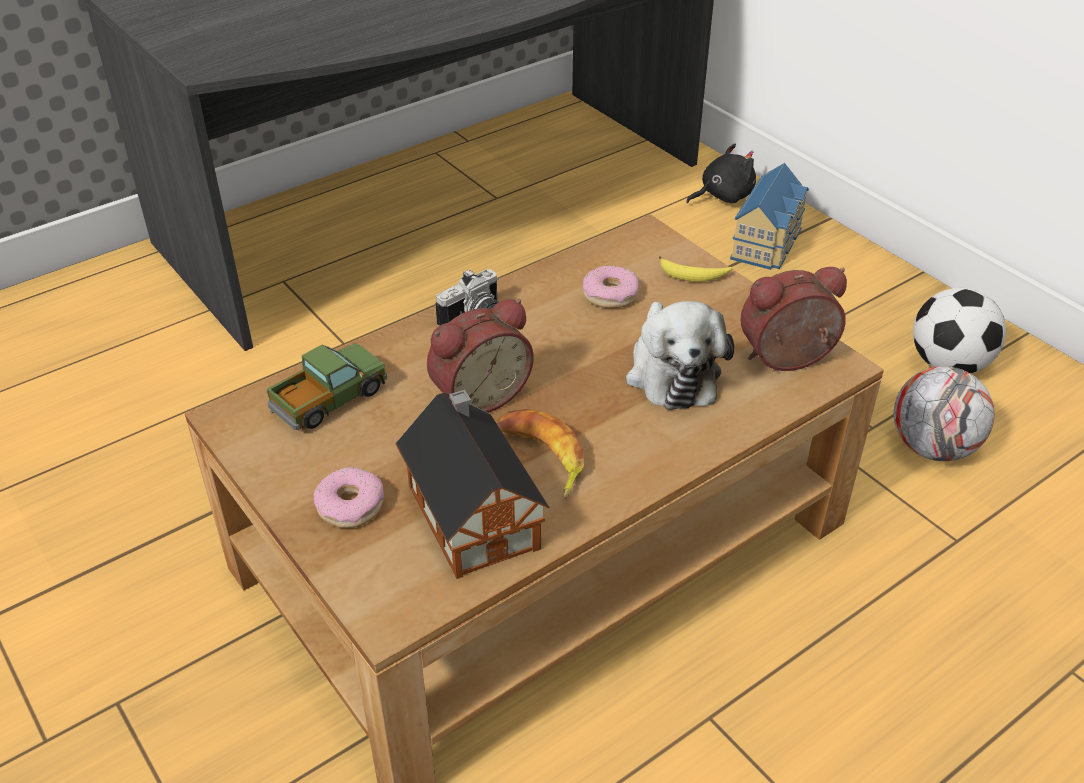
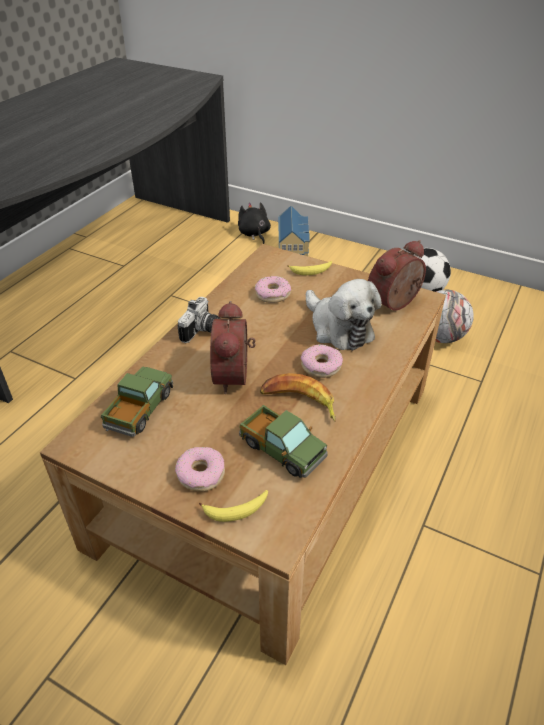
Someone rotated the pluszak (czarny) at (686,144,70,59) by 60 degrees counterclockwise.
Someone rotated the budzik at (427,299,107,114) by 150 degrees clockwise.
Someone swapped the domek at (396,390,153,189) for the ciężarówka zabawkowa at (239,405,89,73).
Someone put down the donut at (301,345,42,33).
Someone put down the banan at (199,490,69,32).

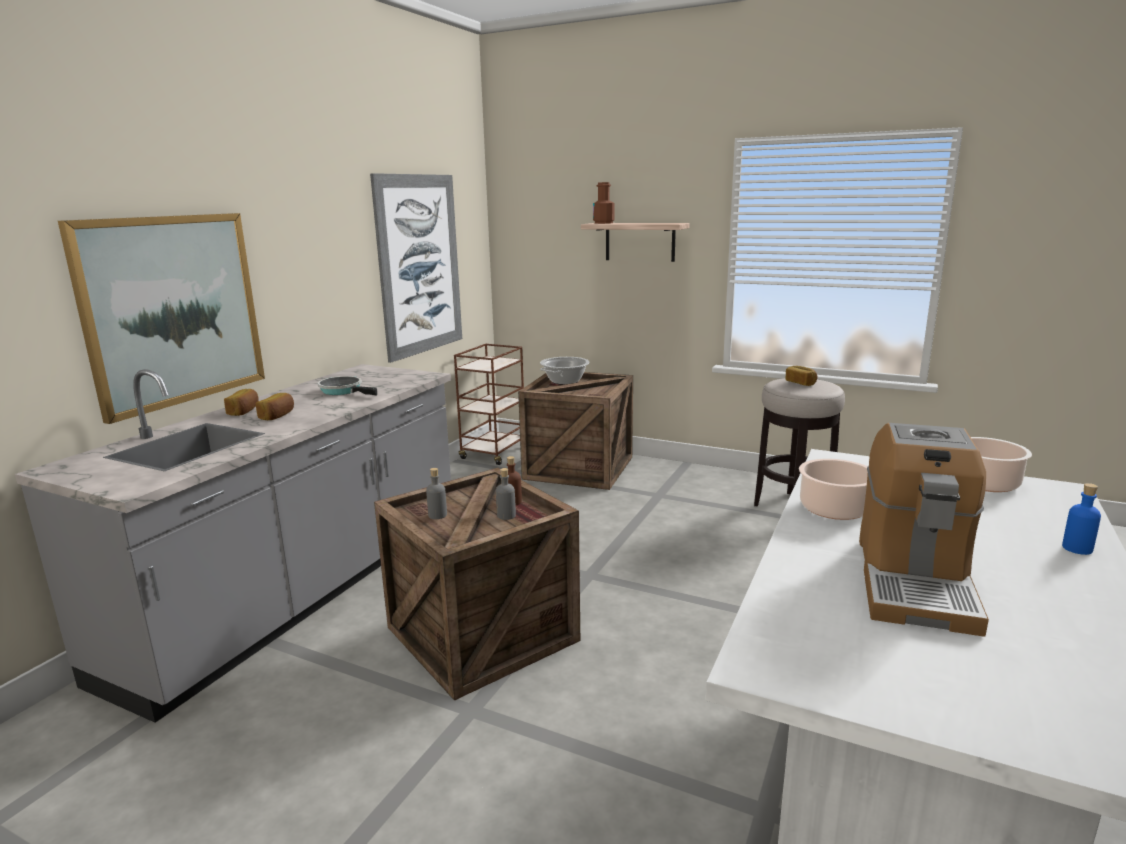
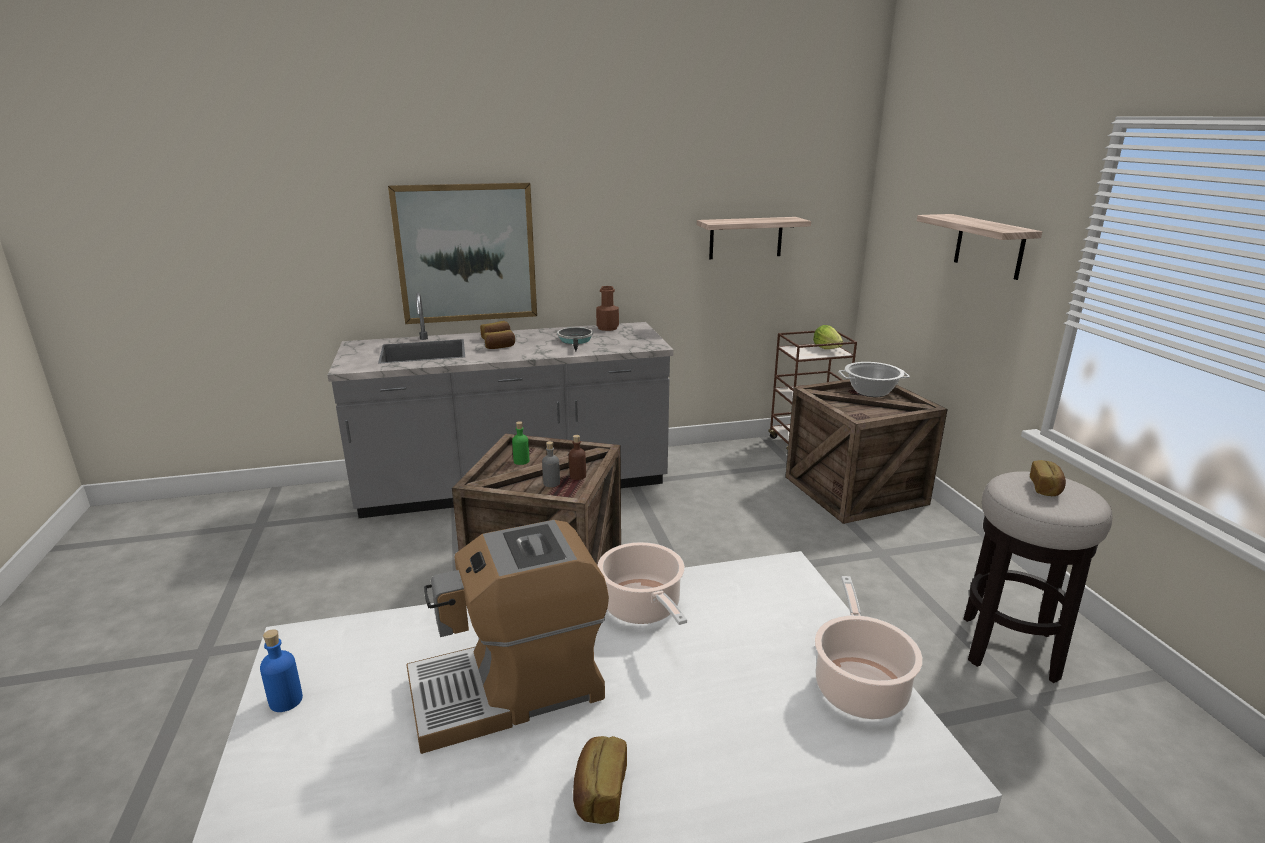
Someone swapped the obraz at (370,173,92,190) for the półka at (697,217,114,42).
Someone carried the butelka (brązowy) from (593,182,22,42) to (596,286,23,45).
Someone repainted the butelka (szary) at (426,468,21,51), which became the butelka (zielony) at (512,421,17,44).
Someone carried the butelka (niebieski) from (1062,483,39,72) to (260,629,43,83).
Someone put down the sałata at (813,325,30,24).
Someone put down the chleb at (573,736,54,88).

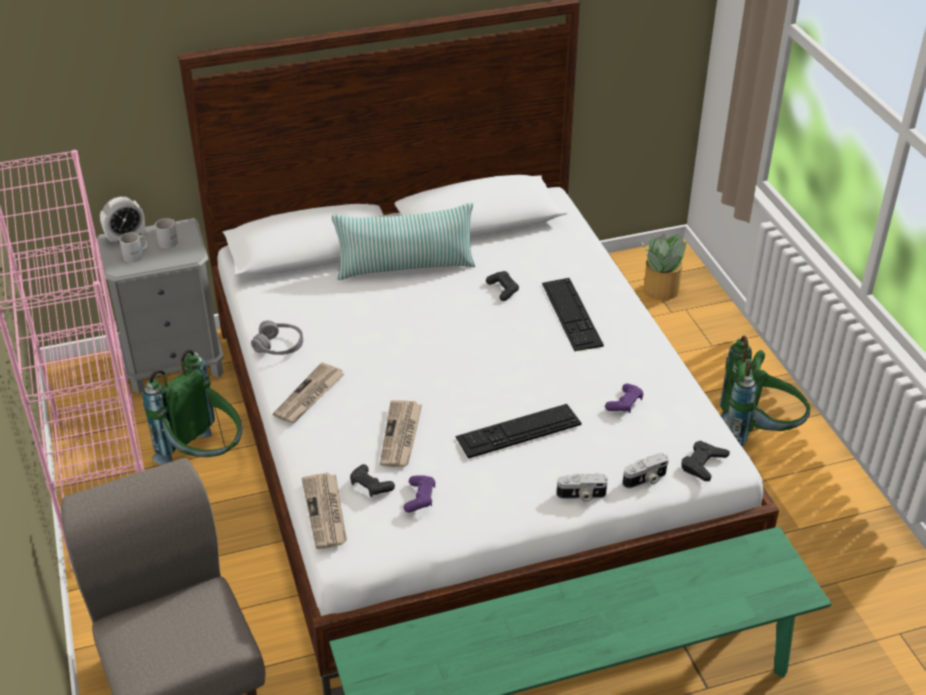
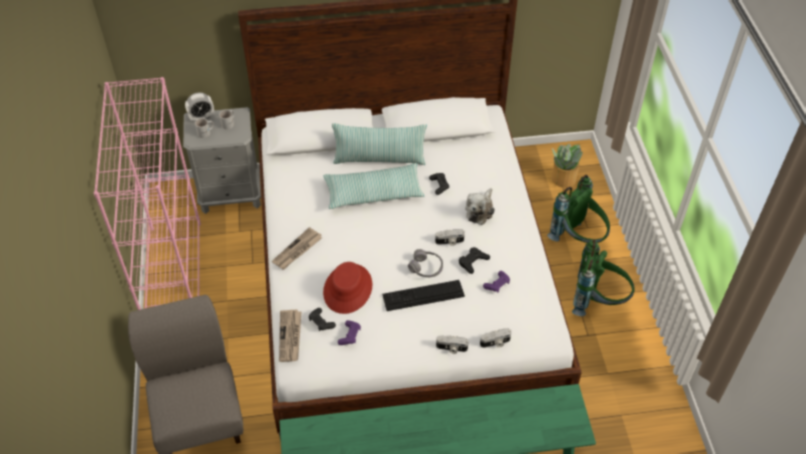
Someone swapped the klawiatura at (542,278,62,73) for the pluszak at (465,188,30,37).
Someone carried the słuchawki (szary) from (251,320,52,35) to (408,249,35,28).
Someone carried the plecak (zielony) from (142,349,100,116) to (547,175,63,68).
Someone swapped the gazeta at (380,400,42,67) for the kapelusz (czerwony) at (323,262,49,52).
Someone carried the pad do gier (czarny) from (681,441,49,40) to (459,247,31,27).
Someone put down the poduszka at (323,163,101,46).
Someone put down the aparat fotograficzny at (435,229,30,17).

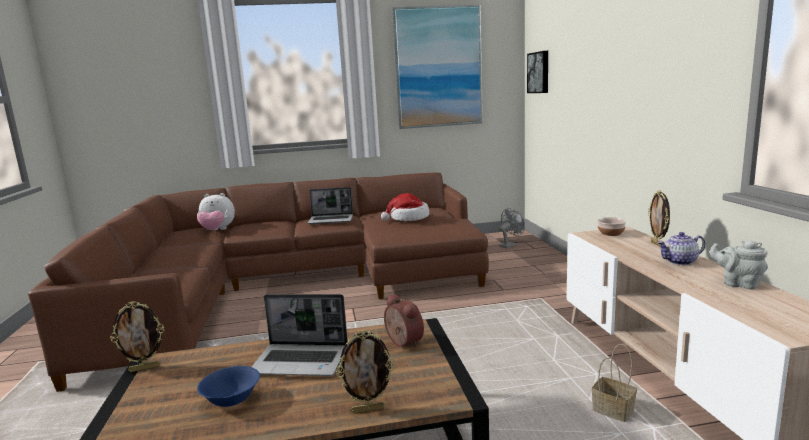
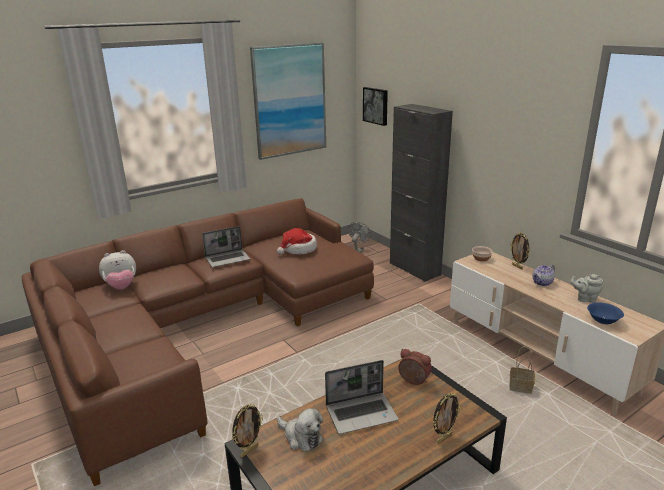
Someone carried the miska (niebieski) from (197,366,63,41) to (587,303,37,22).
Someone put down the szafka (czarny) at (390,104,63,178).
Someone put down the pluszak at (277,408,46,43).

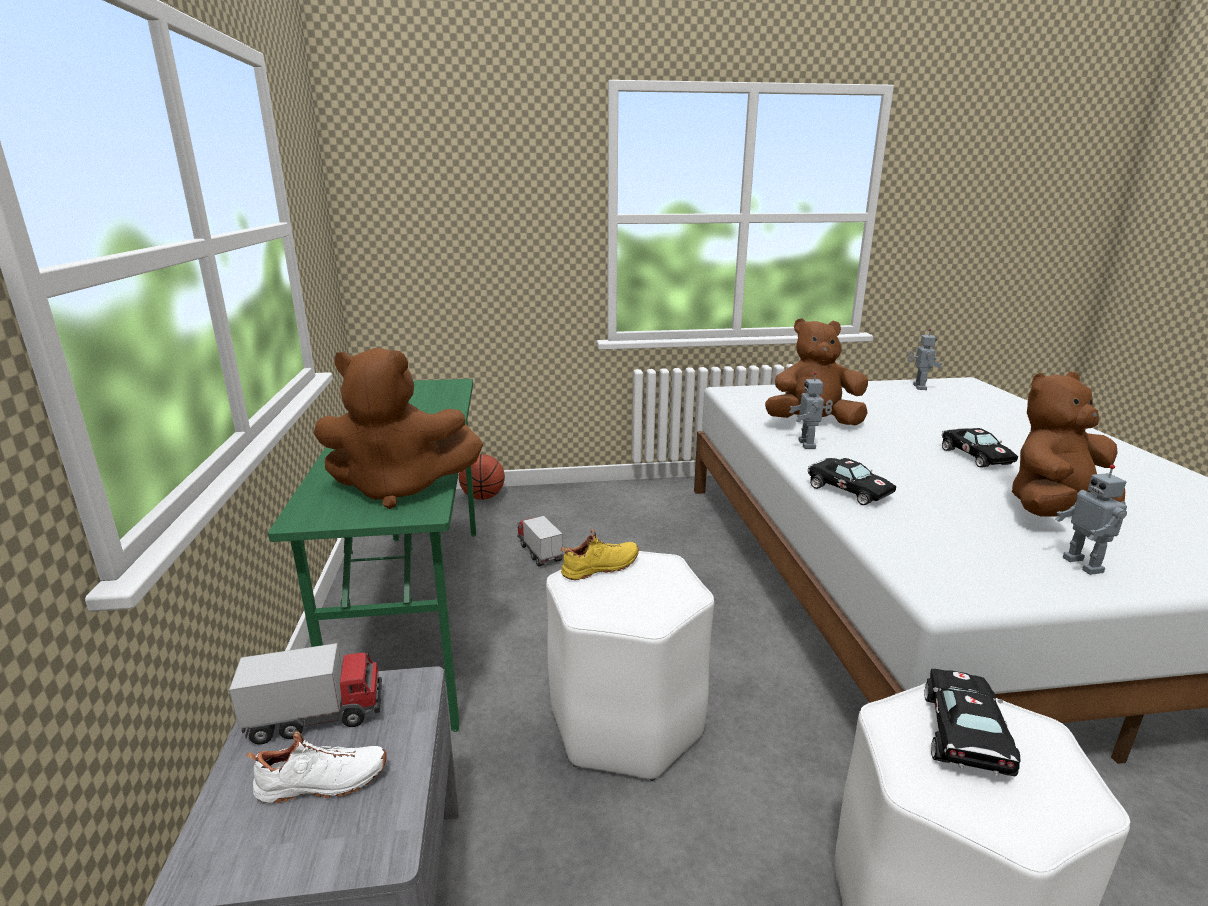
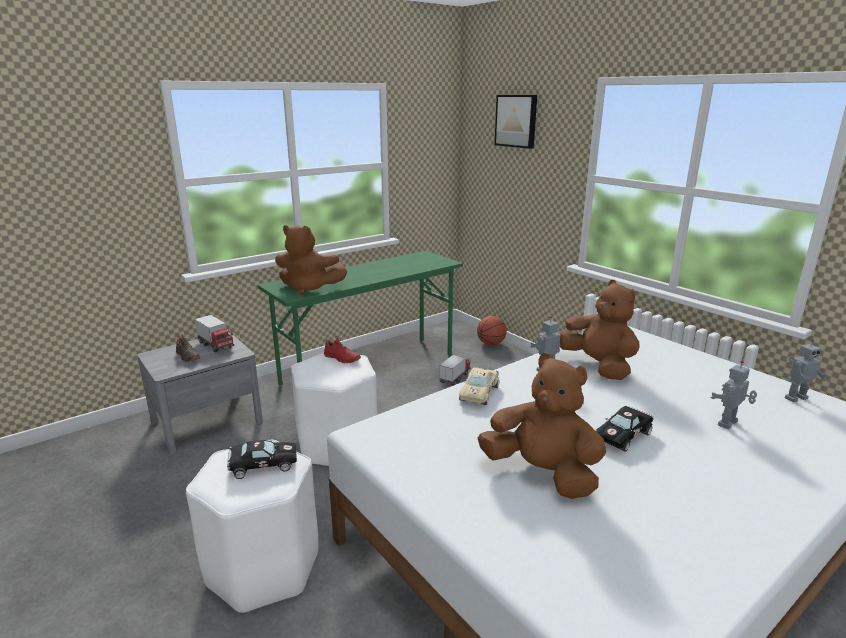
Someone rotated the pluszak (brązowy) at (314,348,169,161) by 45 degrees counterclockwise.
Someone repainted the samochodzik (czarny) at (808,458,88,47), which became the samochodzik (beżowy) at (459,367,40,38).
Someone carried the robot zabawkowy from (1055,465,72,110) to (711,360,46,69).
Someone repainted the but (żółty) at (561,529,78,51), which became the but (czerwony) at (324,336,37,28).
Someone repainted the but (biały) at (246,731,141,73), which became the but (czarny) at (176,334,24,28).
Someone put up the obraz at (494,95,43,54).

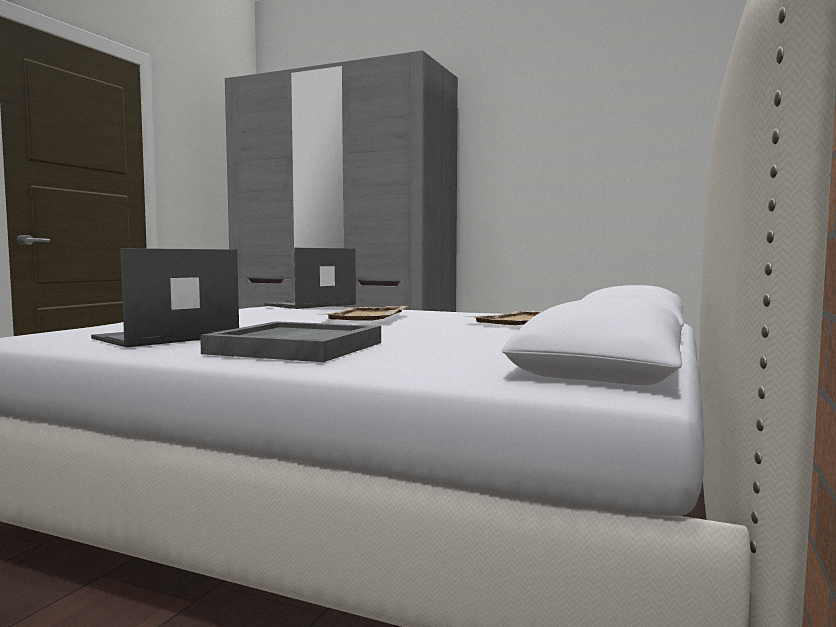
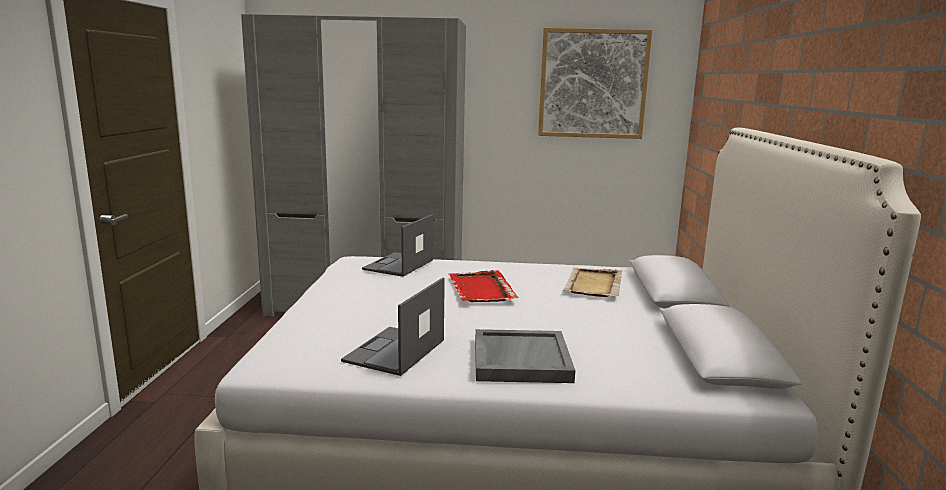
Someone repainted the taca (beżowy) at (317,305,90,16), which became the taca (czerwony) at (449,270,70,32).
Someone put up the obraz at (538,28,114,111).

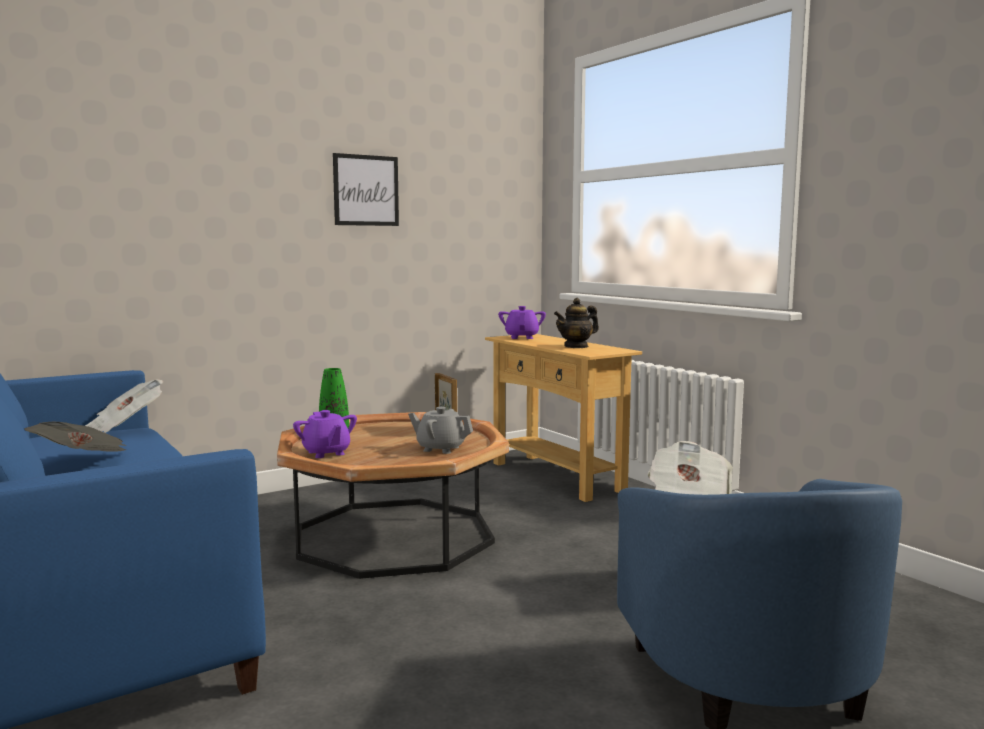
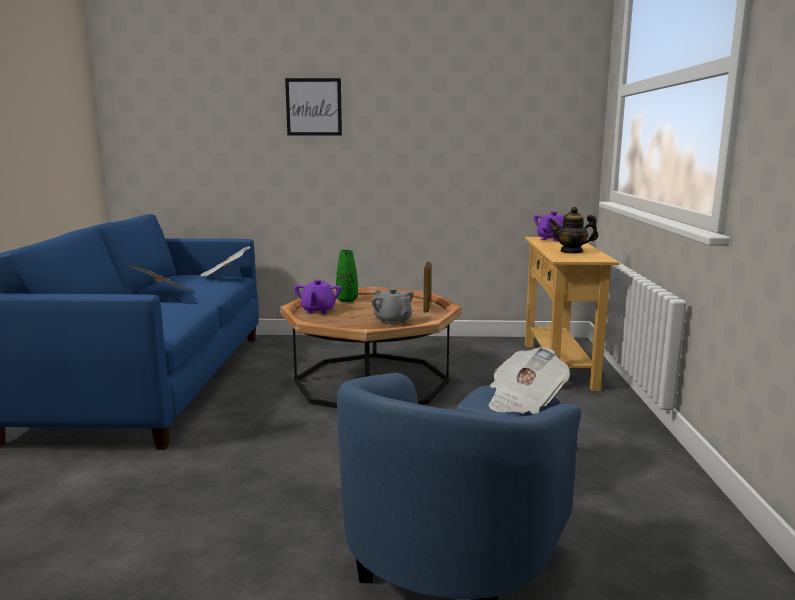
Someone carried the obraz from (333,153,66,73) to (285,78,57,58).

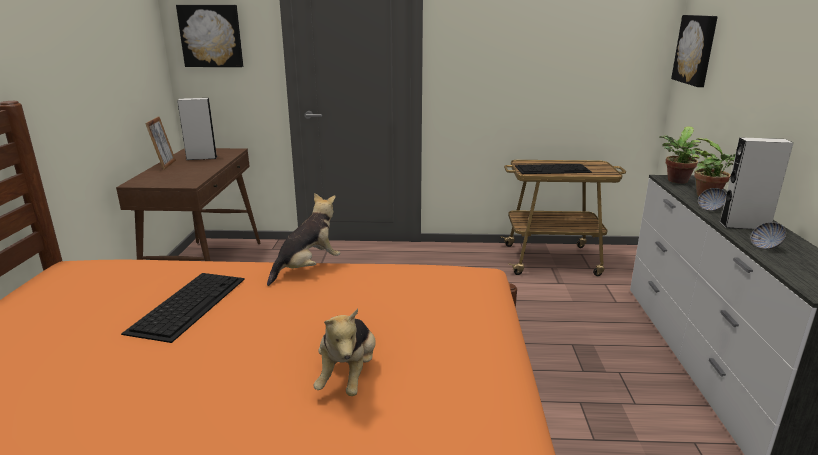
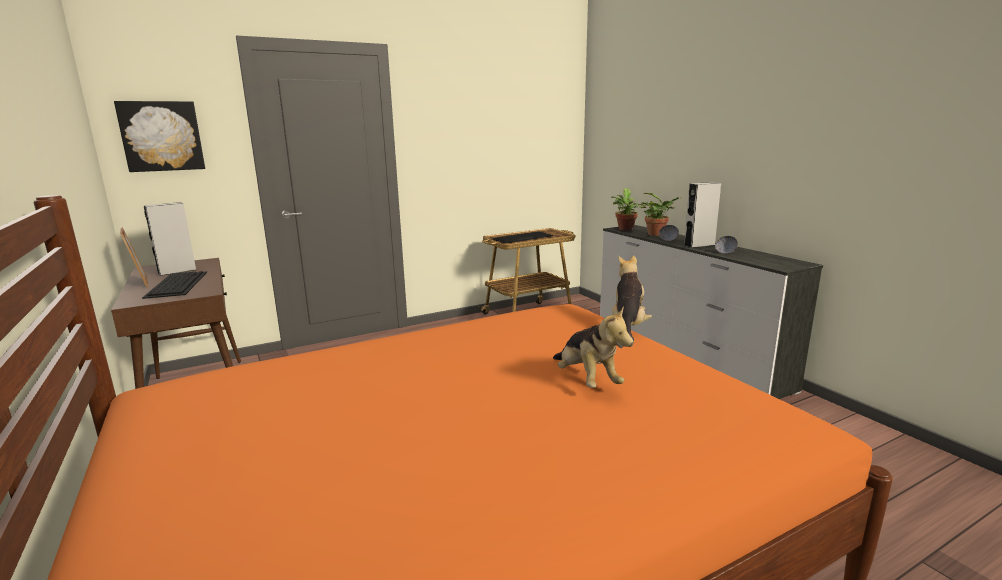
Someone took away the obraz at (671,15,47,72).
Someone carried the pluszak from (267,193,73,93) to (612,256,40,85).
Someone carried the klawiatura from (121,273,124,70) to (142,271,65,28).

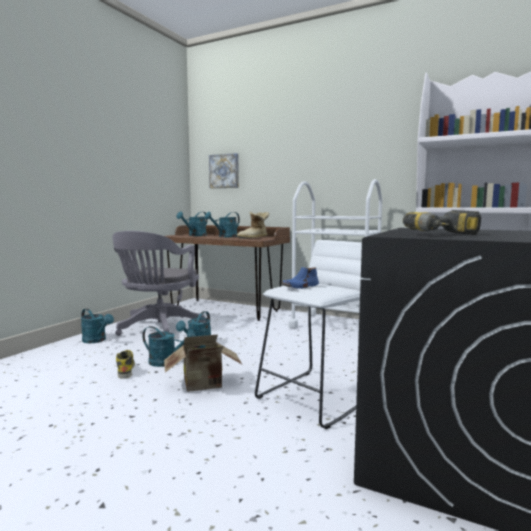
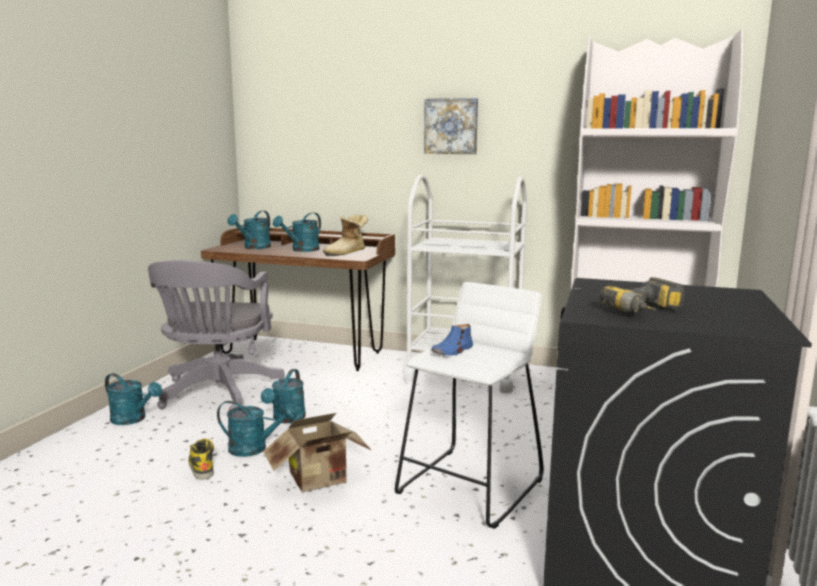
Someone carried the obraz from (209,153,30,35) to (424,98,54,56).

